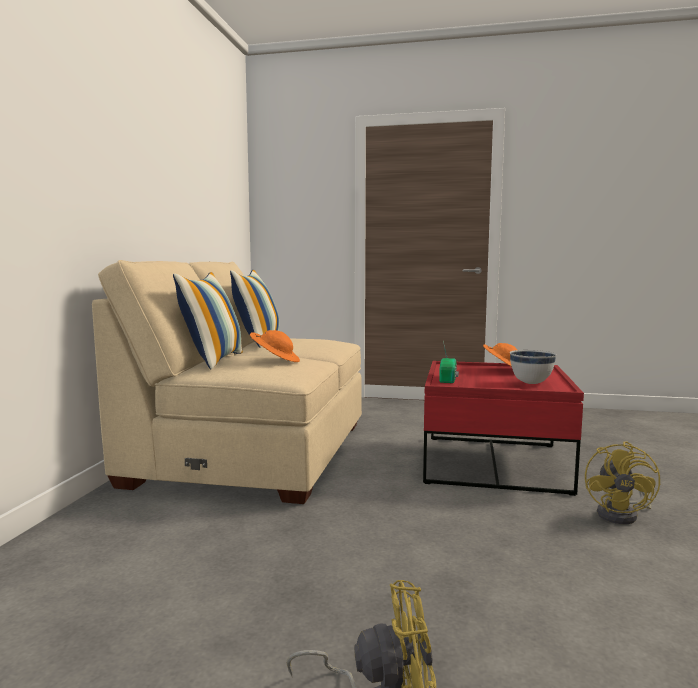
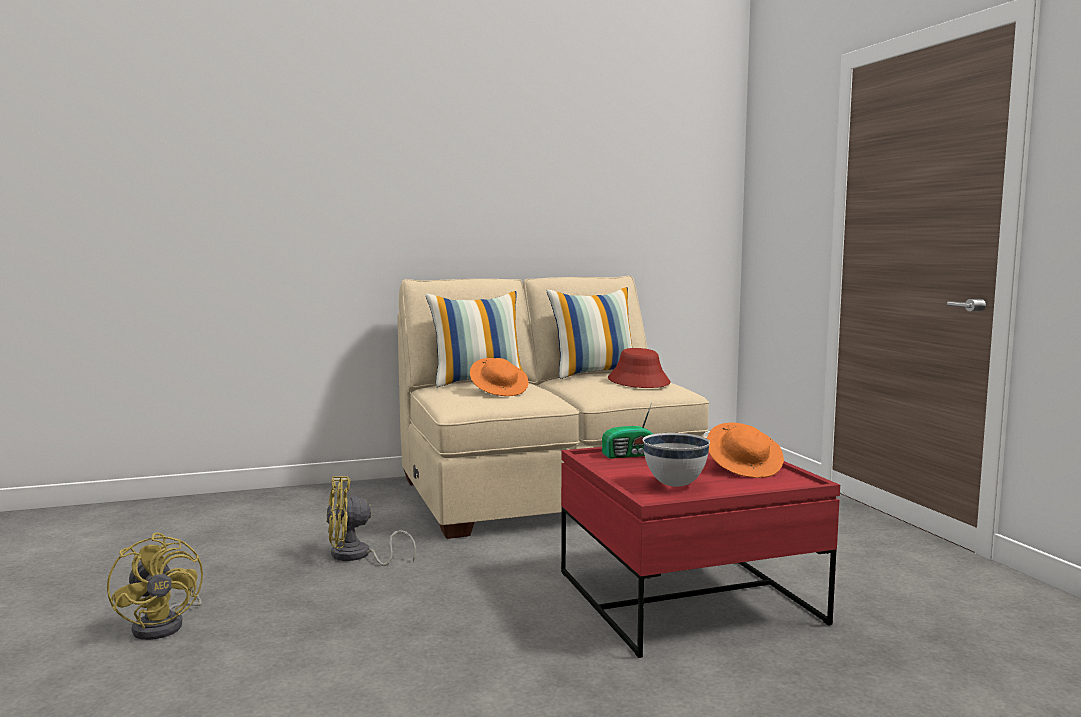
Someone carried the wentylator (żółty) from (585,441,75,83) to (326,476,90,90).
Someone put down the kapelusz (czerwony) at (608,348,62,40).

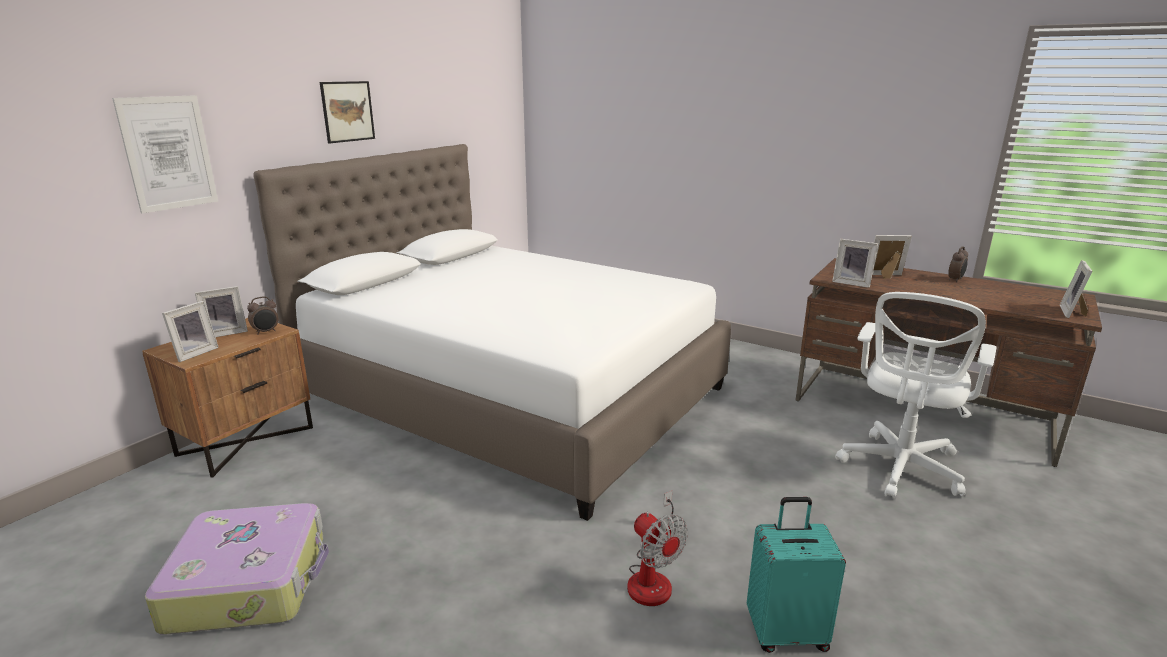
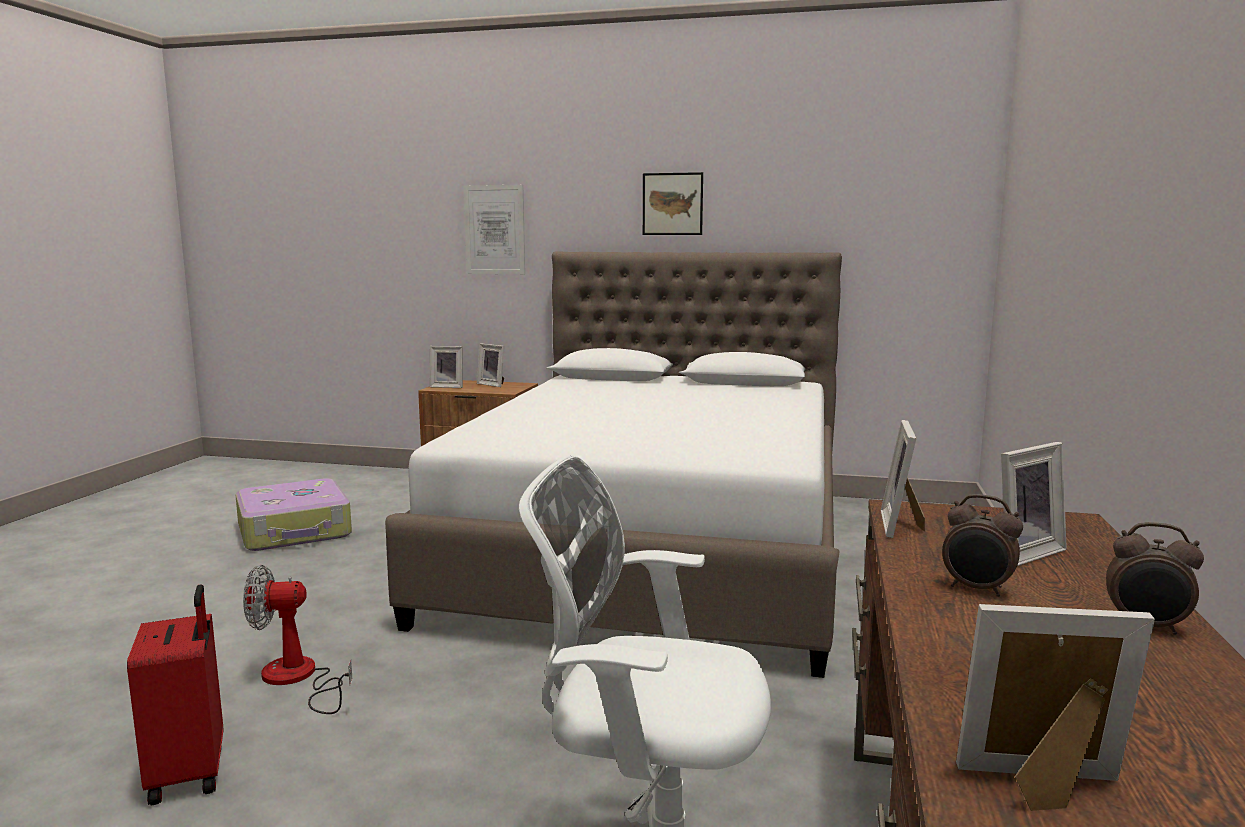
Someone rotated the ramka na zdjęcie at (872,235,40,44) by 75 degrees clockwise.
Someone carried the budzik from (247,296,31,39) to (942,494,81,103).
Someone rotated the wentylator at (627,491,61,115) by 45 degrees clockwise.
Someone repainted the walizka (turkusowy) at (747,497,99,156), which became the walizka (czerwony) at (127,584,96,222).

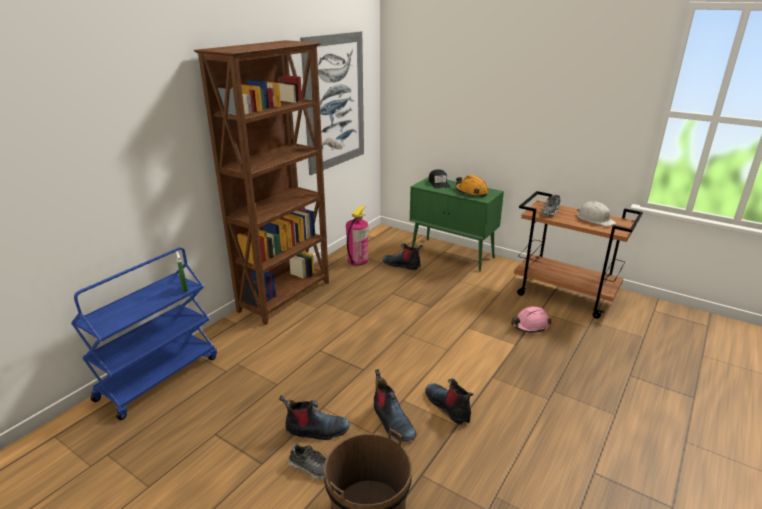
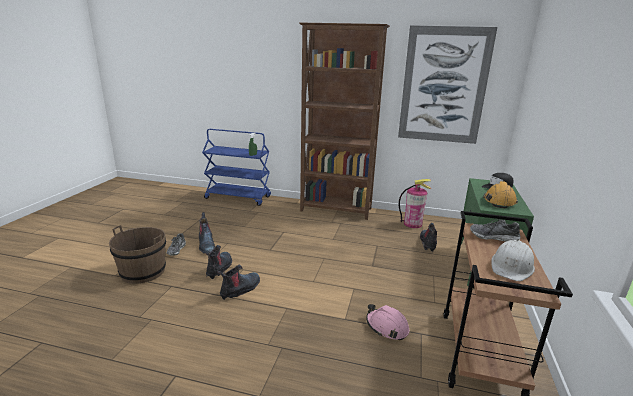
Someone rotated the but z cholewką at (374,369,42,72) by 150 degrees clockwise.

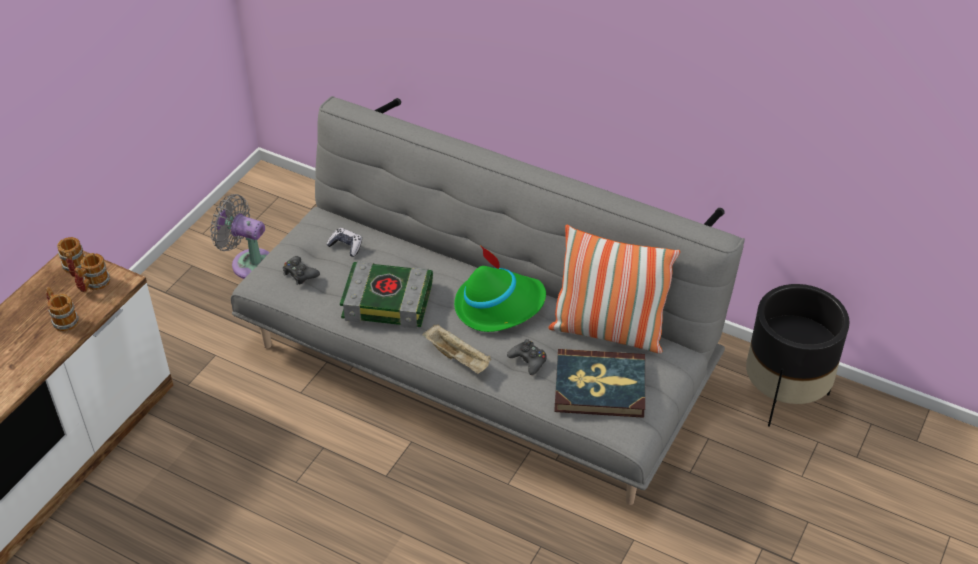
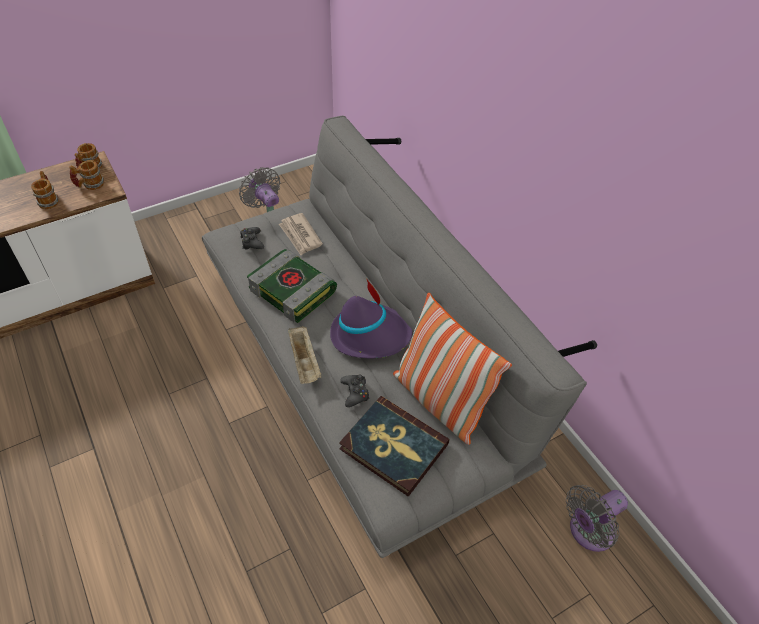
Someone swapped the pad do gier at (326,228,36,29) for the gazeta at (279,213,44,42).
Someone repainted the kapelusz (zielony) at (454,245,92,87), which became the kapelusz (fioletowy) at (330,278,82,80).
Someone swapped the donica (czarny) at (746,284,104,143) for the wentylator (szary) at (566,485,62,67).

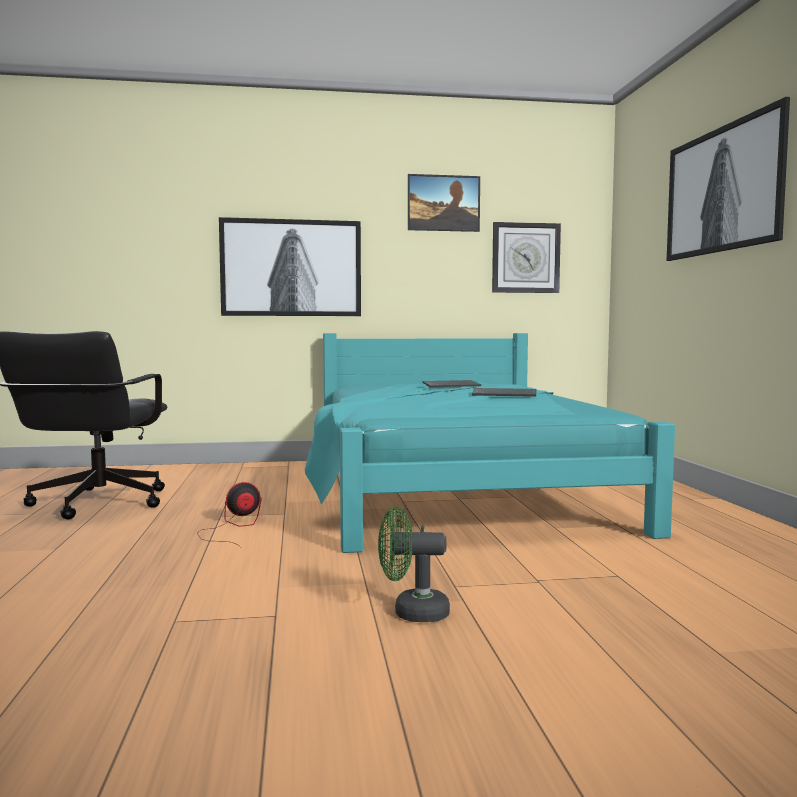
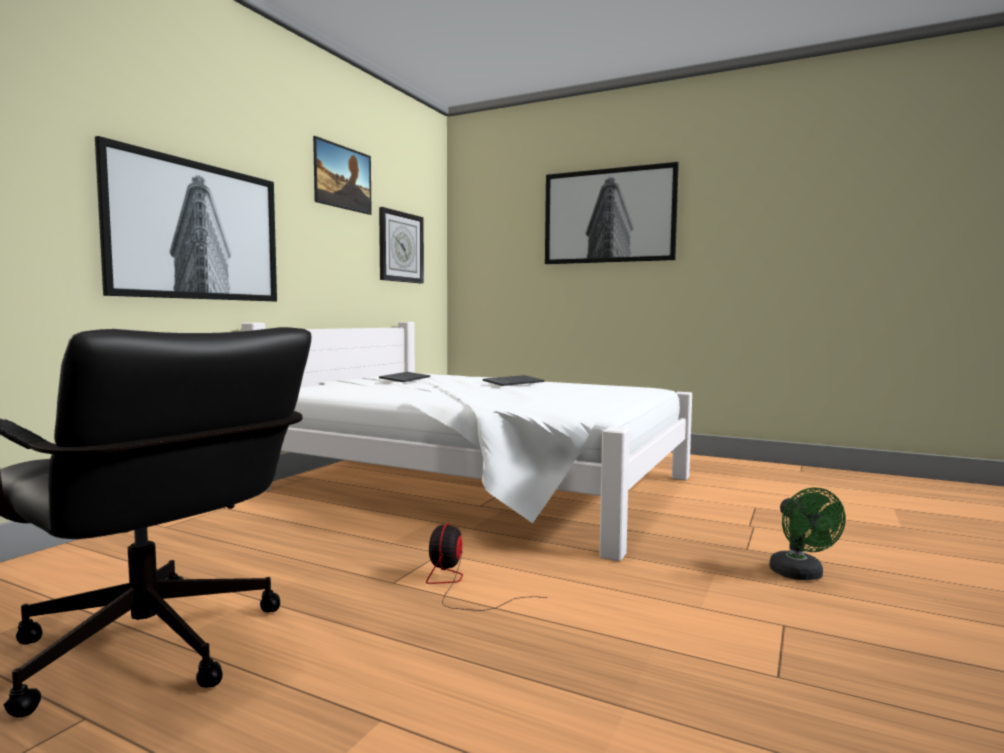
Someone repainted the łóżko (turkusowy) at (305,333,370,220), which became the łóżko (biały) at (242,322,450,239).
Someone rotated the wentylator (zielony) at (378,507,72,115) by 45 degrees counterclockwise.

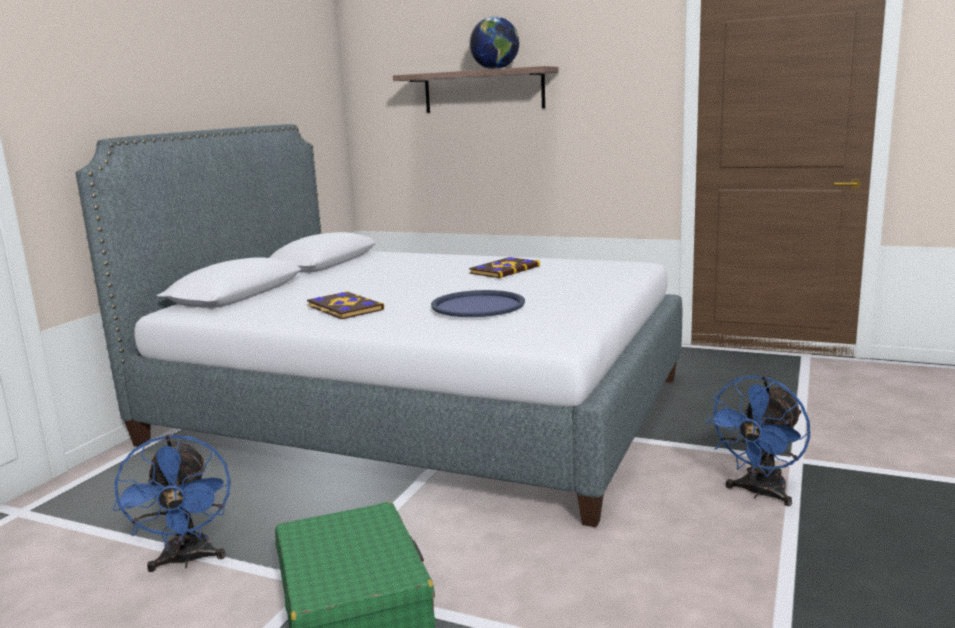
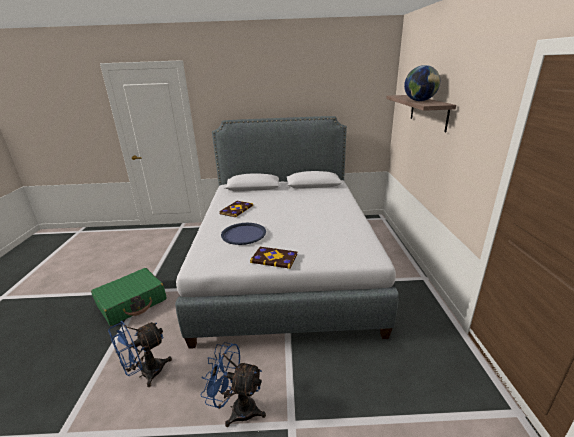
Someone carried the książka from (469,257,71,21) to (250,247,48,22).
Someone carried the wentylator (niebieski) from (113,434,118,138) to (108,321,64,66).

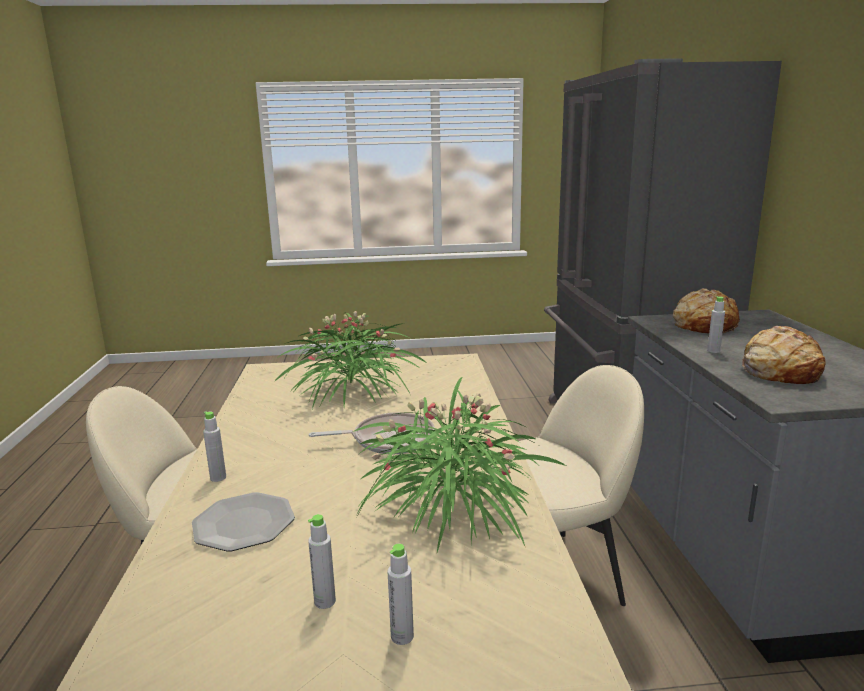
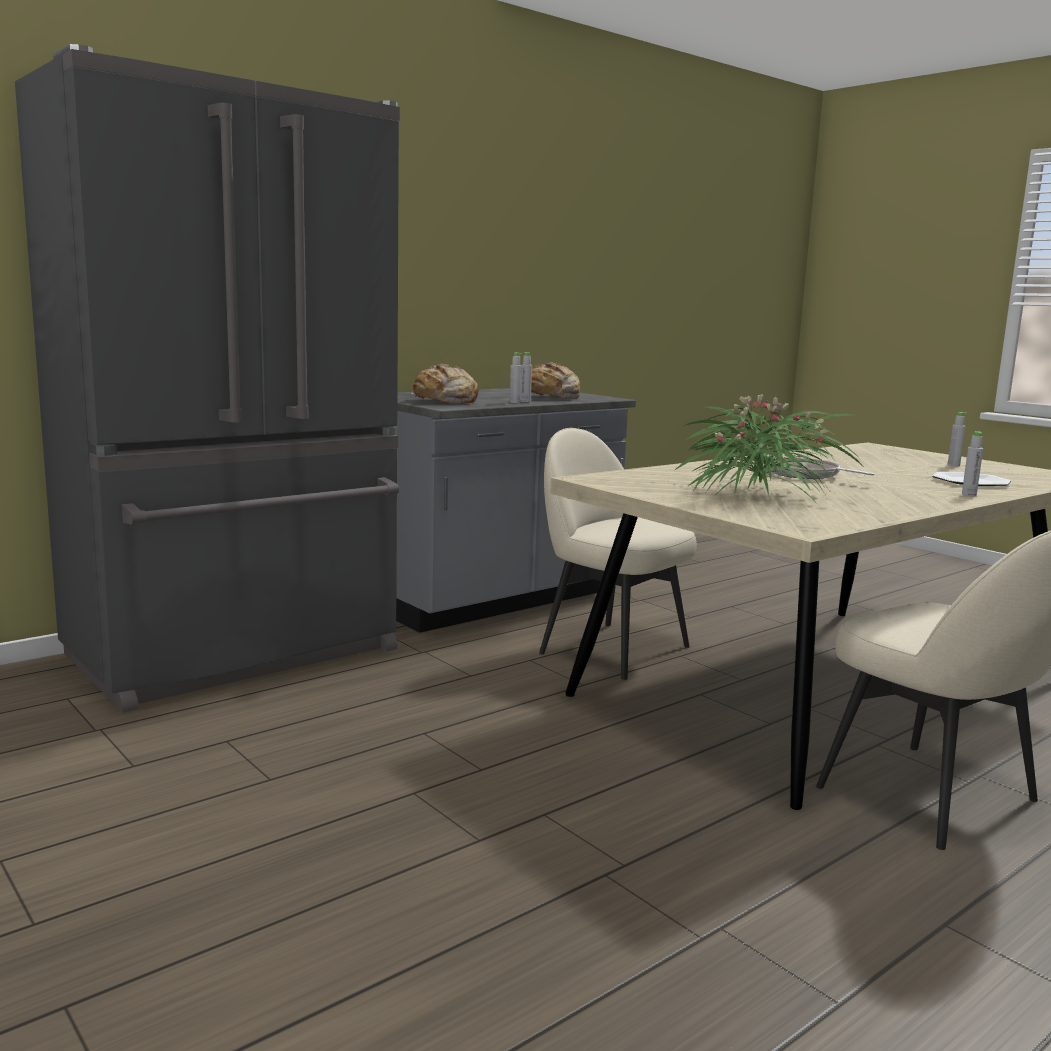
Someone took away the roślina doniczkowa at (353,377,213,175).
Someone carried the butelka (szary) from (388,544,26,101) to (510,353,12,50).

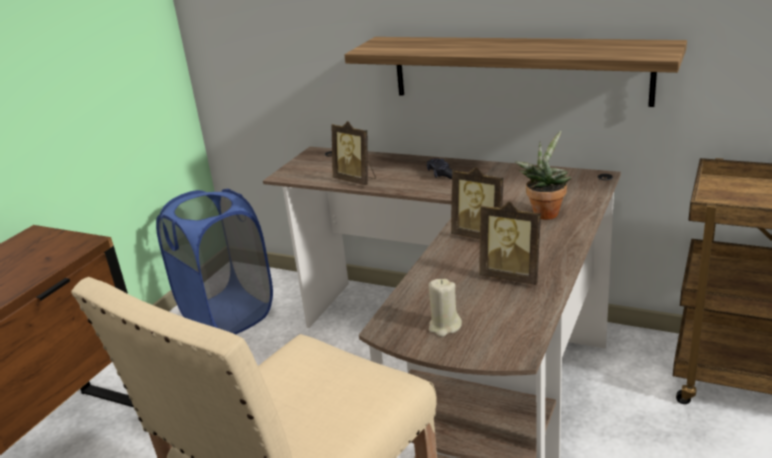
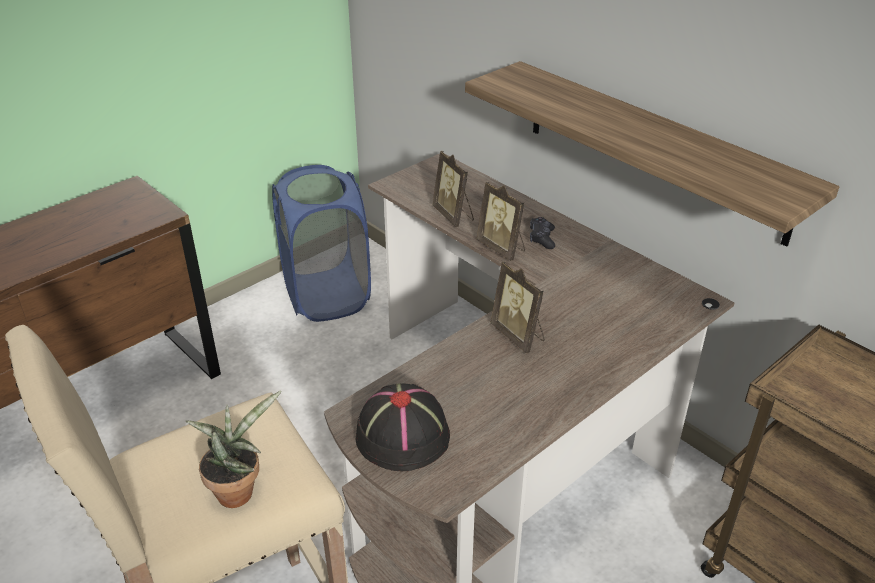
Someone carried the roślina doniczkowa from (515,131,56,89) to (186,391,96,117).
Someone carried the ramka na zdjęcie from (479,201,62,84) to (477,182,48,79).
Someone swapped the świeca (beżowy) at (429,279,33,58) for the kapelusz (czarny) at (356,383,94,88).

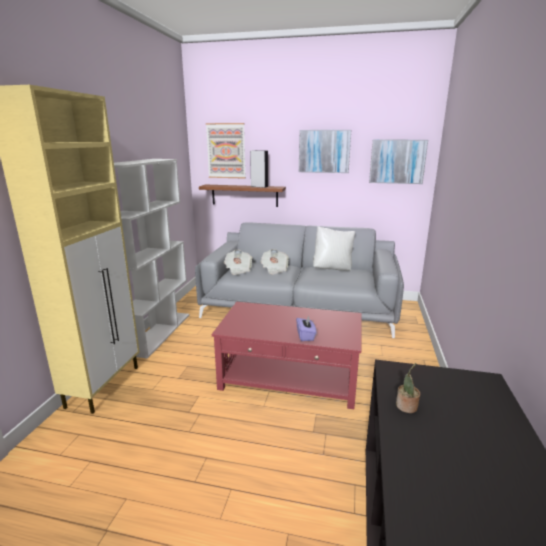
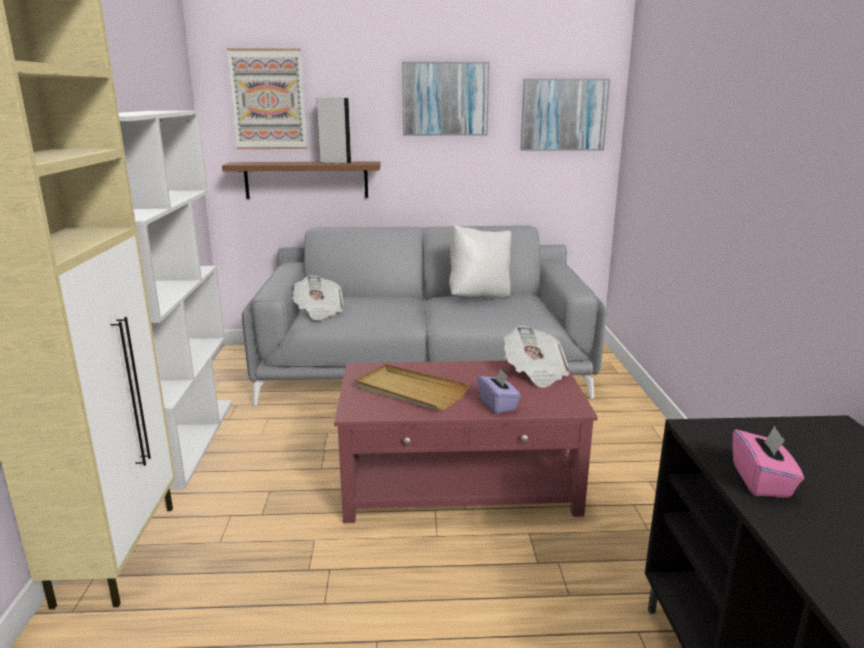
Someone carried the gazeta from (260,249,29,25) to (504,326,65,62).
Someone swapped the roślina doniczkowa at (396,363,24,50) for the pudełko chusteczek (różowy) at (732,426,72,72).
Someone put down the taca (beżowy) at (355,364,114,46).

